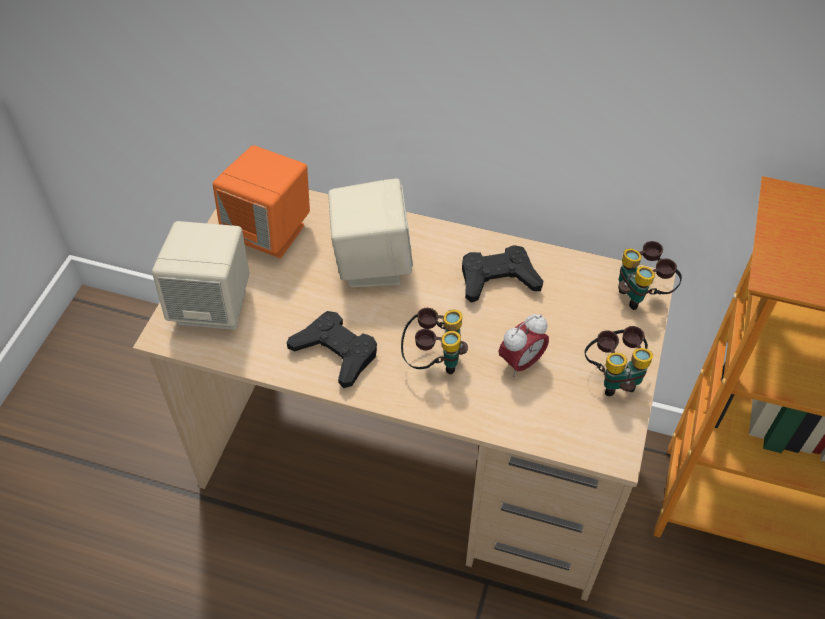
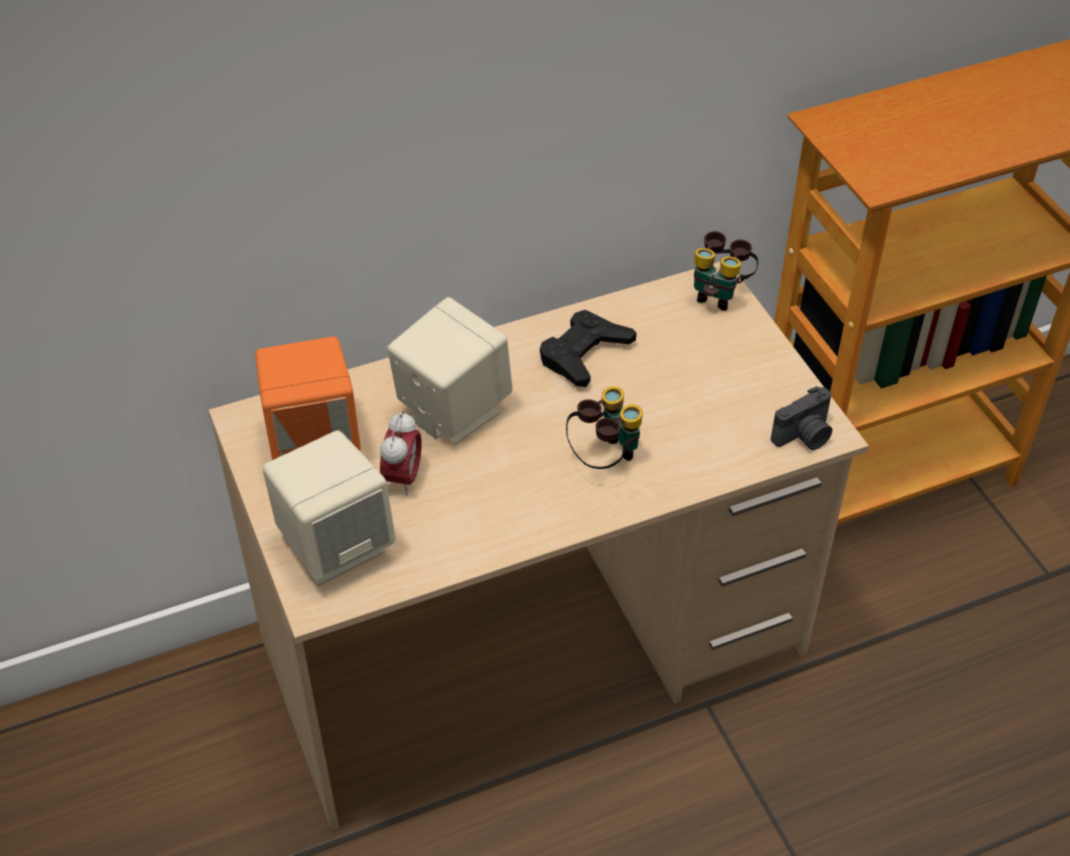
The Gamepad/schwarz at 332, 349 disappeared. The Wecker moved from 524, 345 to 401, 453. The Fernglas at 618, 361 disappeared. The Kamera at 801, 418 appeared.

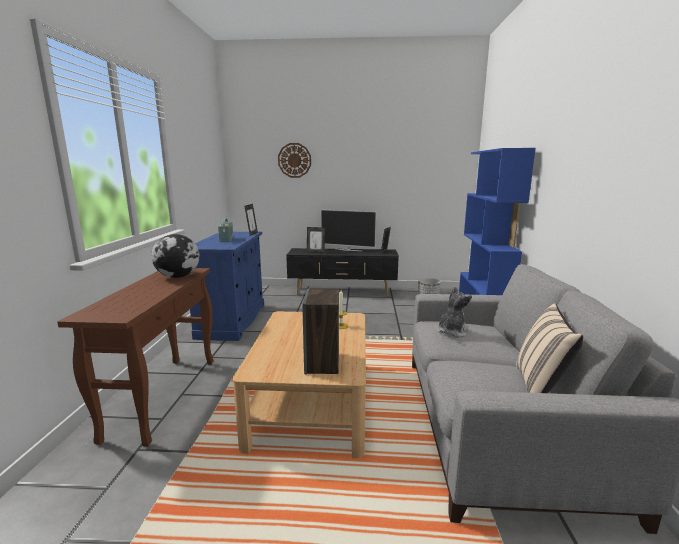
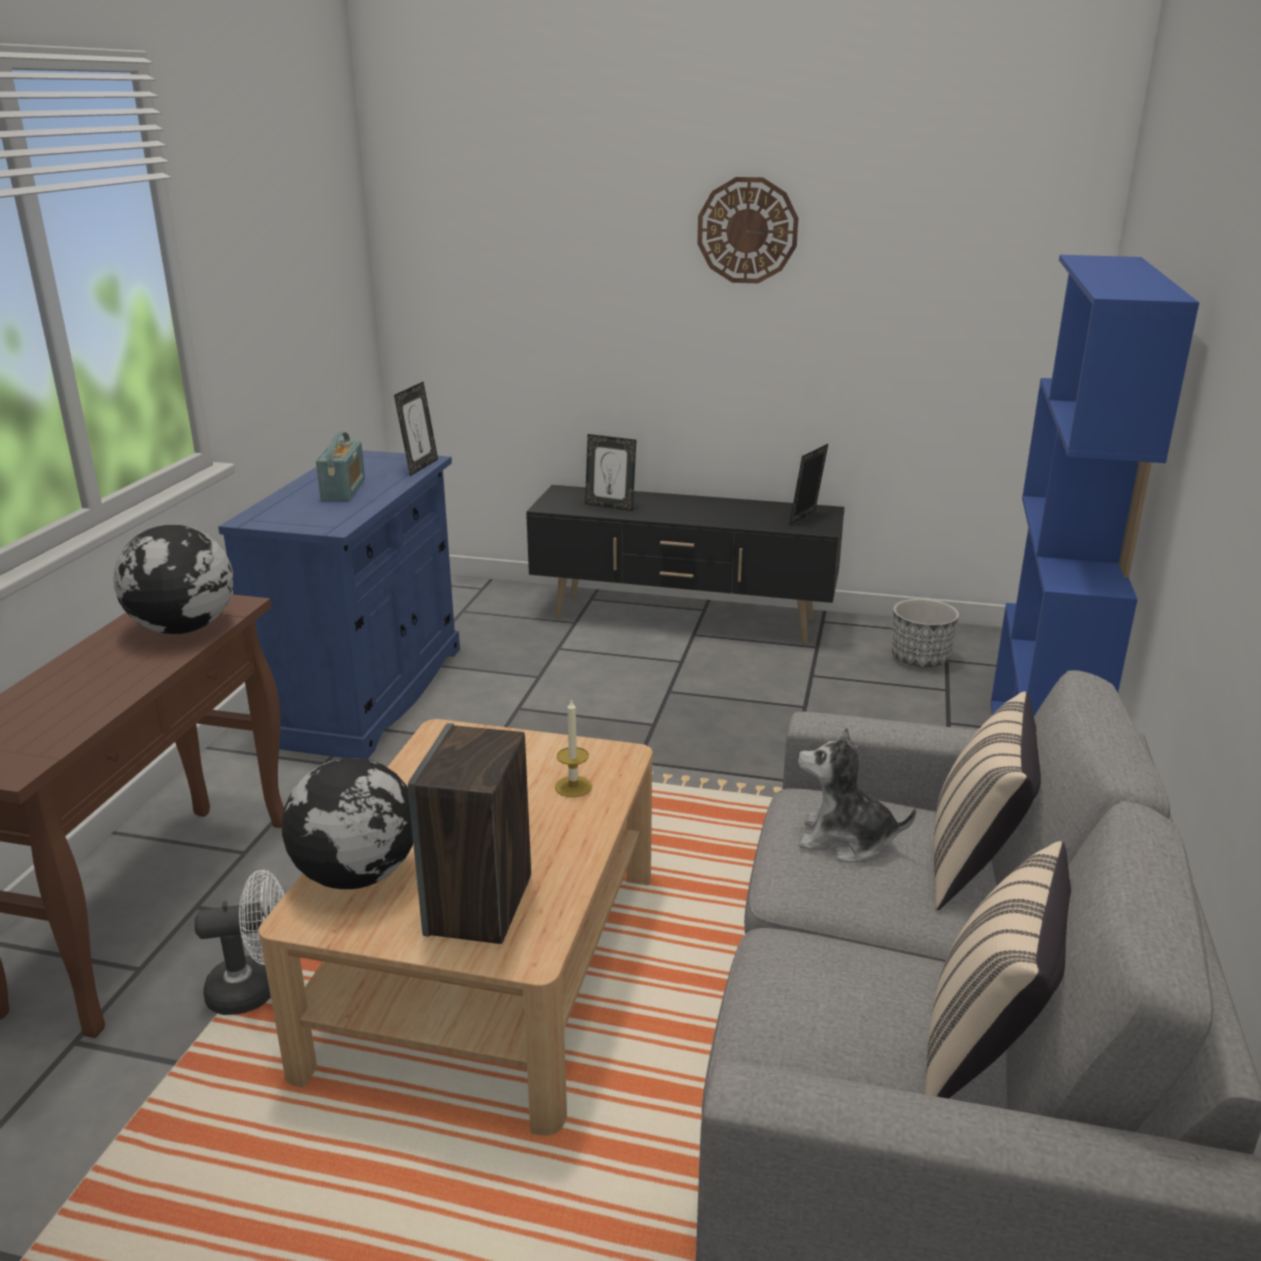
The Wanduhr moved from 294, 160 to 747, 230. The Fernseher at 348, 230 disappeared. The Plüschtier at 454, 311 turned 120 degrees counterclockwise. The Kissen/beige at 987, 801 appeared. The Globus at 347, 823 appeared. The Ventilator/weiß at 239, 942 appeared.

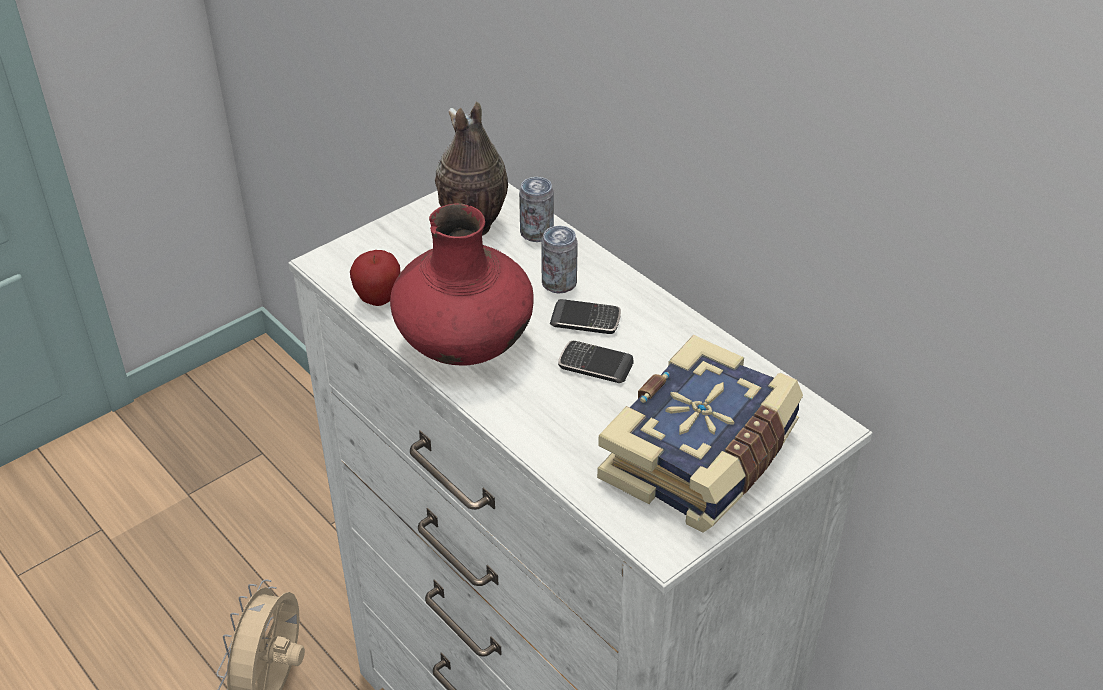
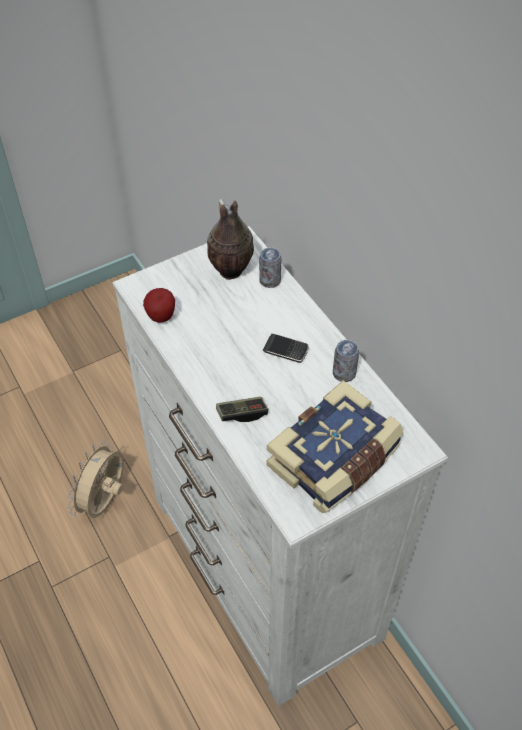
The Vase/rot at 462, 284 disappeared. The Dose moved from 559, 260 to 346, 361. The Handy at 596, 362 disappeared. The Gamepad at 242, 409 appeared.

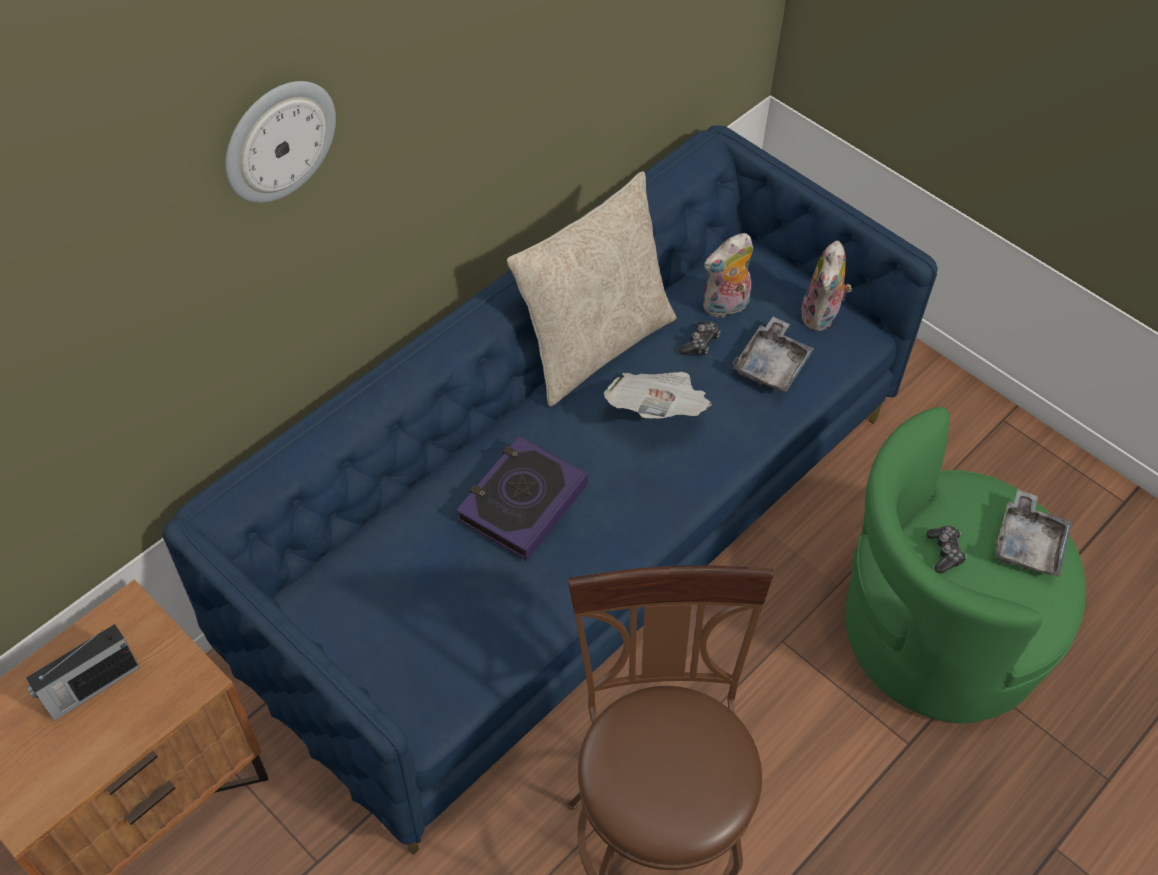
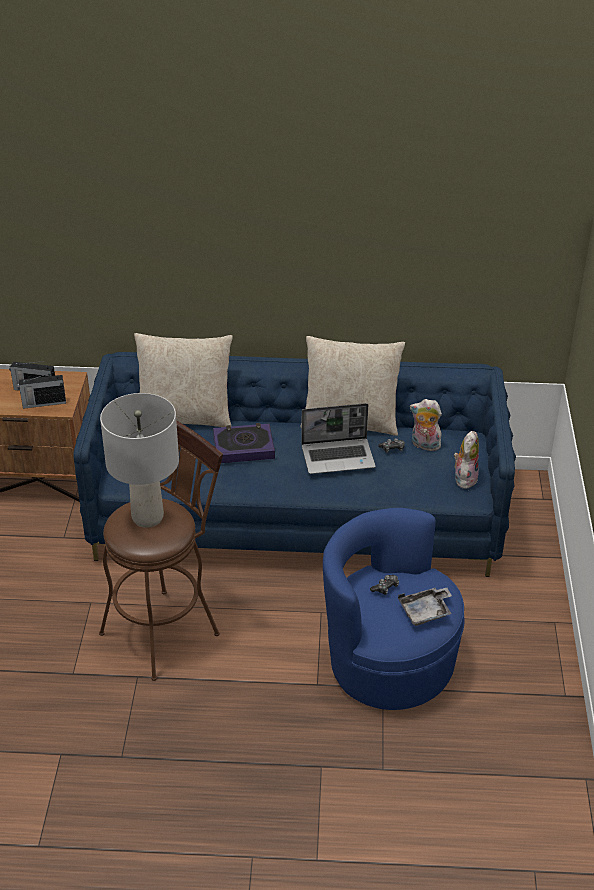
The Wanduhr at 280, 142 disappeared. The Plüschtier at 826, 286 turned 135 degrees clockwise. The Tablett/grau at 773, 354 disappeared. The Zeitung at 658, 395 was replaced by the Laptop at 338, 438. The Sessel/grün at 965, 565 became the Sessel/blau at 393, 609. The Kissen/beige at 183, 380 appeared. The Radio at 41, 390 appeared. The Tischlampe/grau at 139, 460 appeared.

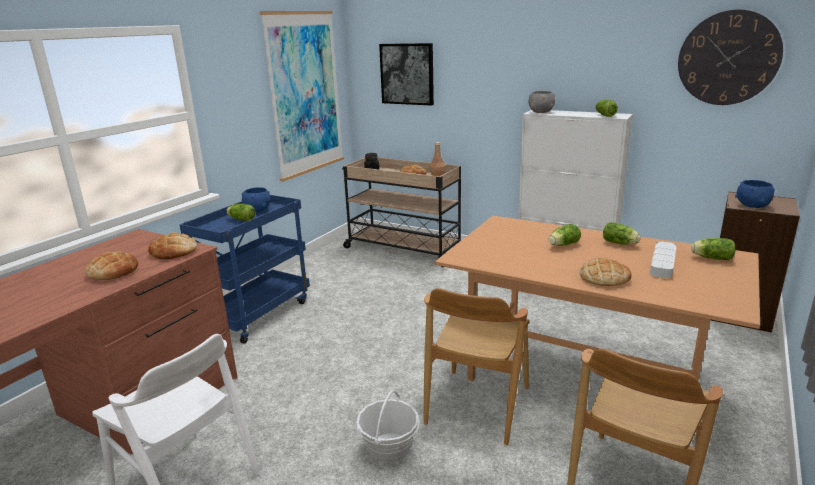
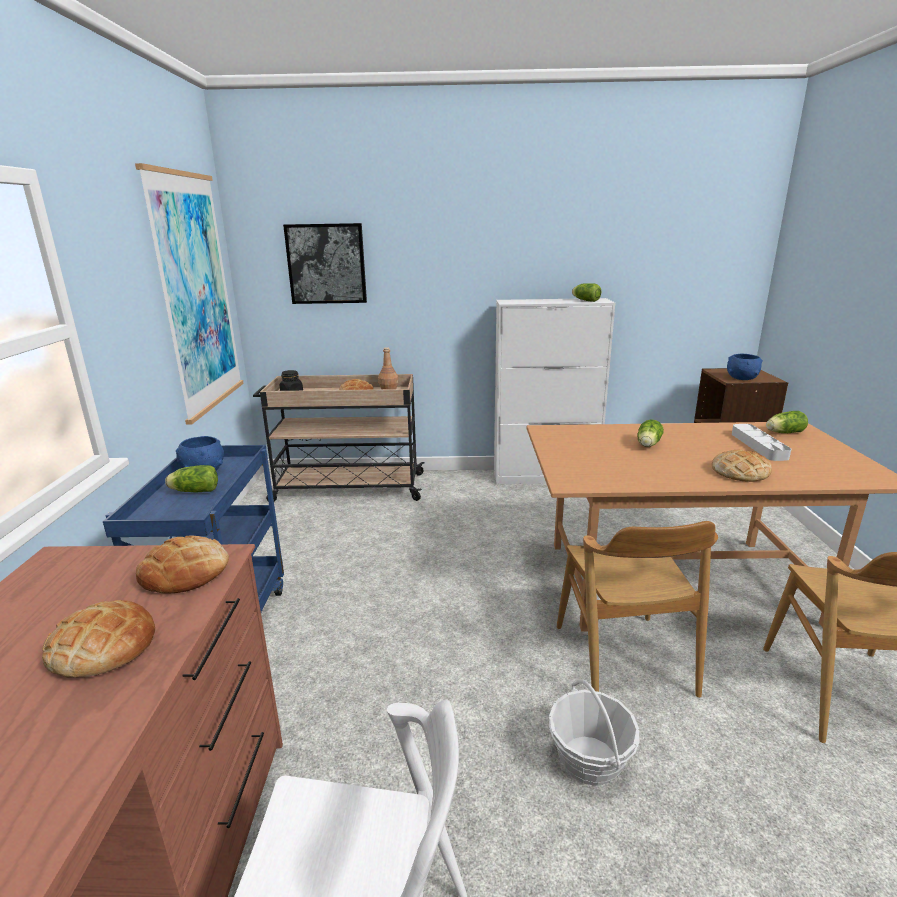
The Wanduhr at 730, 57 disappeared. The Schüssel/grau at 542, 102 disappeared. The Salatkopf at 622, 233 disappeared.

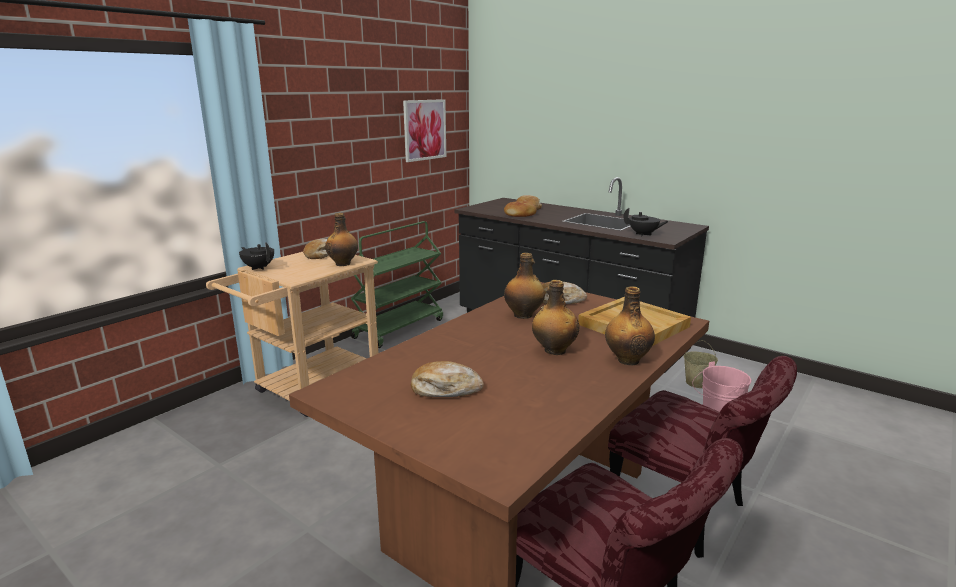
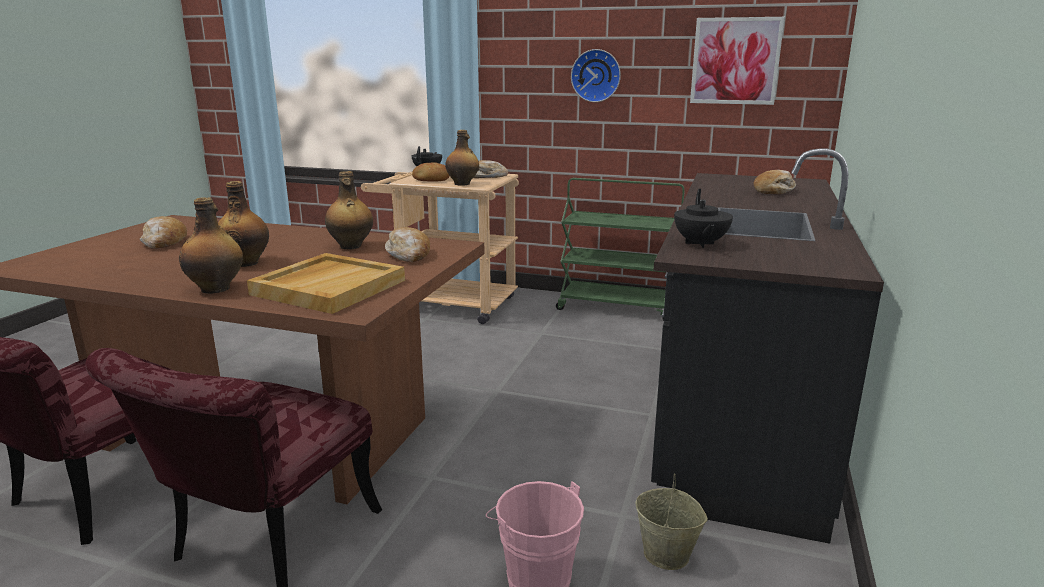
The Brot moved from 520, 209 to 431, 172. The Wanduhr at 596, 75 appeared.

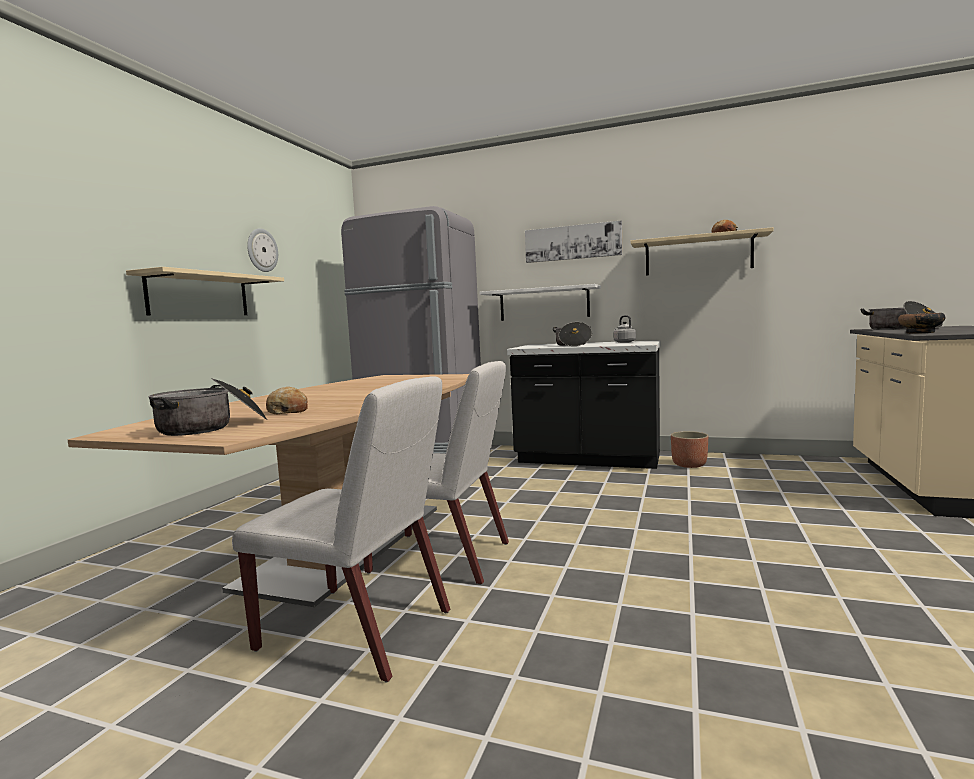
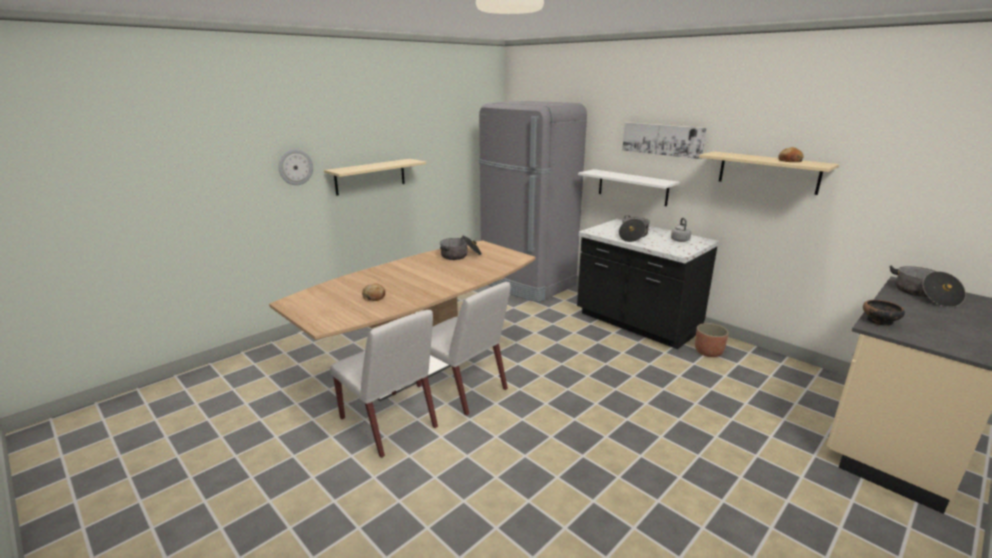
The Wanduhr moved from 262, 250 to 295, 167. The Kochtopf moved from 207, 407 to 461, 247.

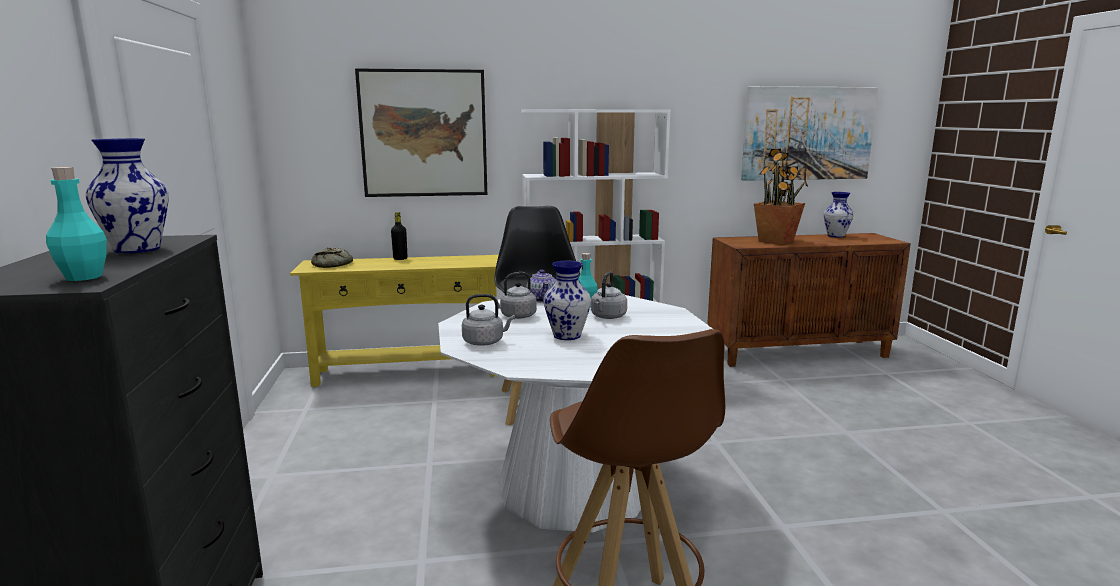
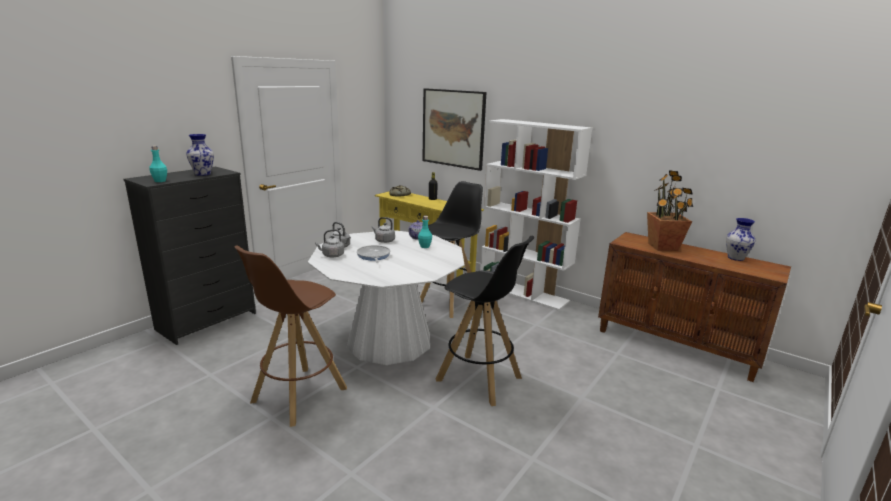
The Bild at 809, 133 disappeared. The Vase at 567, 300 was replaced by the Pfanne at 373, 254. The Wasserkessel/grau moved from 609, 295 to 329, 243. The Hocker/schwarz at 485, 321 appeared.

